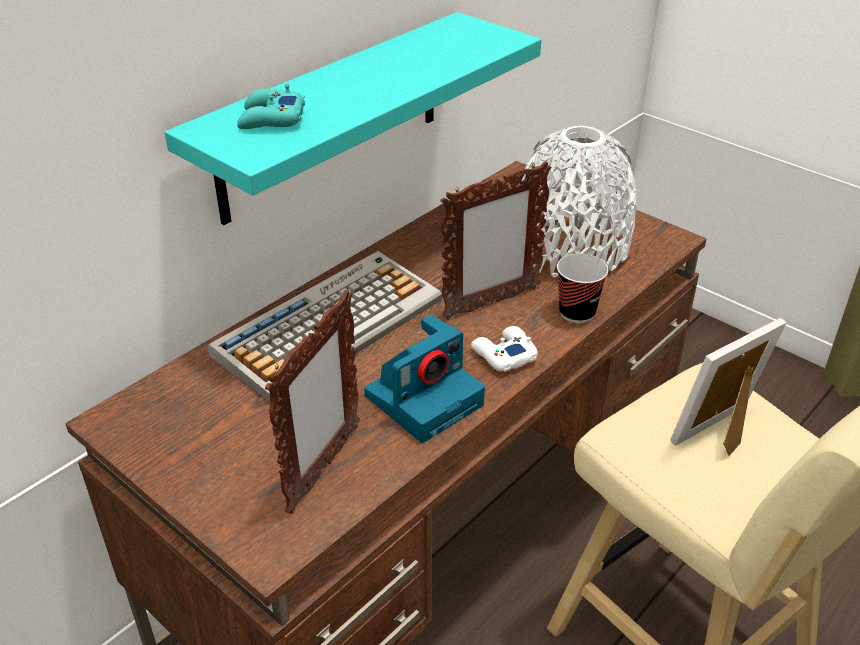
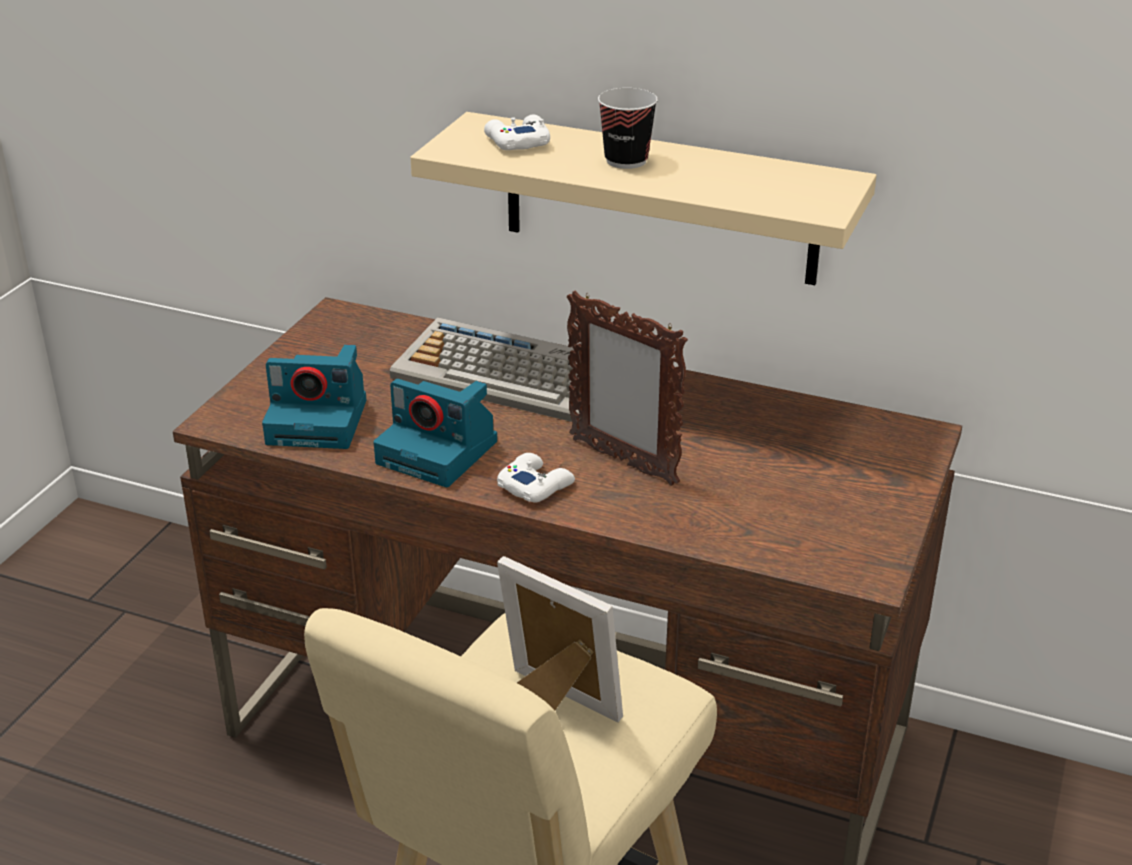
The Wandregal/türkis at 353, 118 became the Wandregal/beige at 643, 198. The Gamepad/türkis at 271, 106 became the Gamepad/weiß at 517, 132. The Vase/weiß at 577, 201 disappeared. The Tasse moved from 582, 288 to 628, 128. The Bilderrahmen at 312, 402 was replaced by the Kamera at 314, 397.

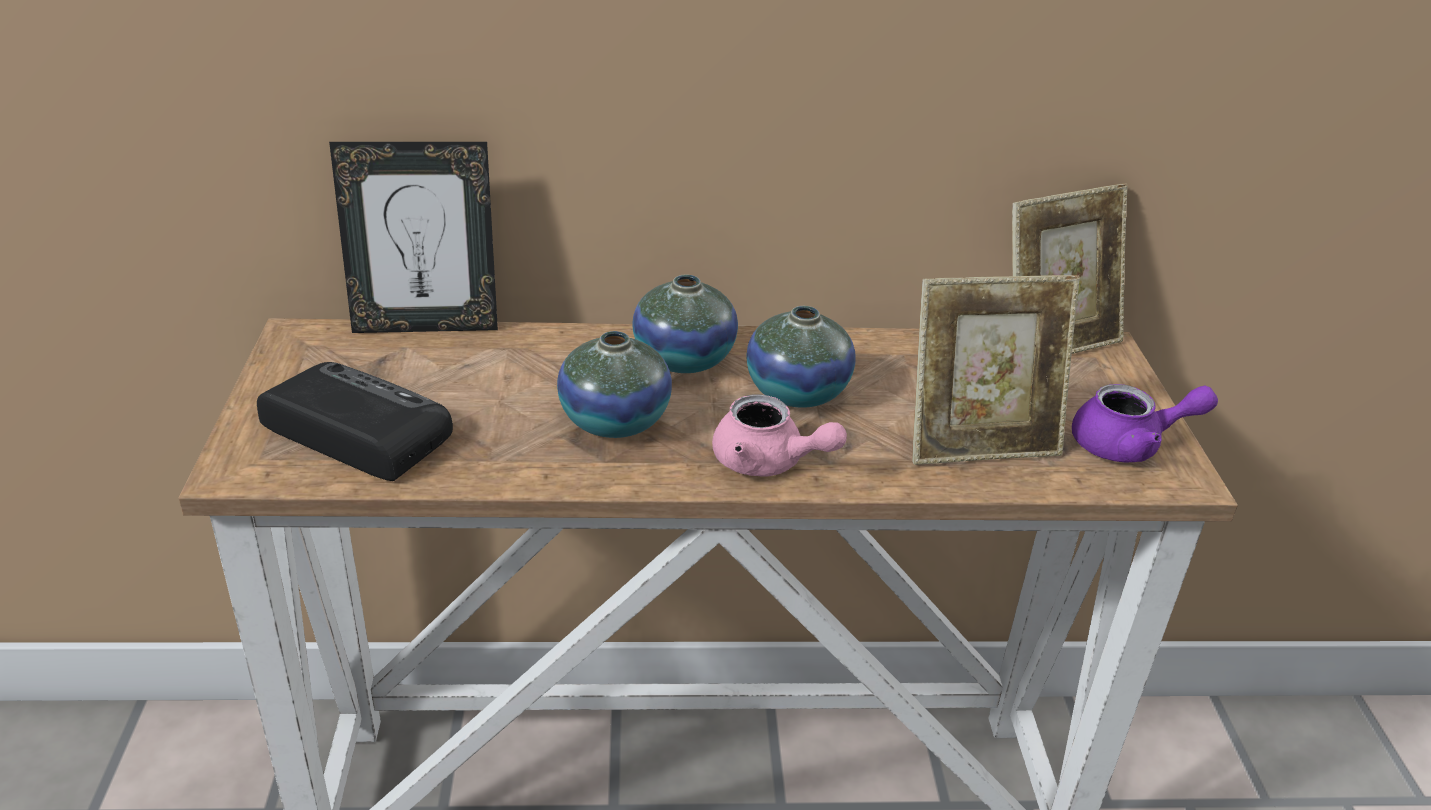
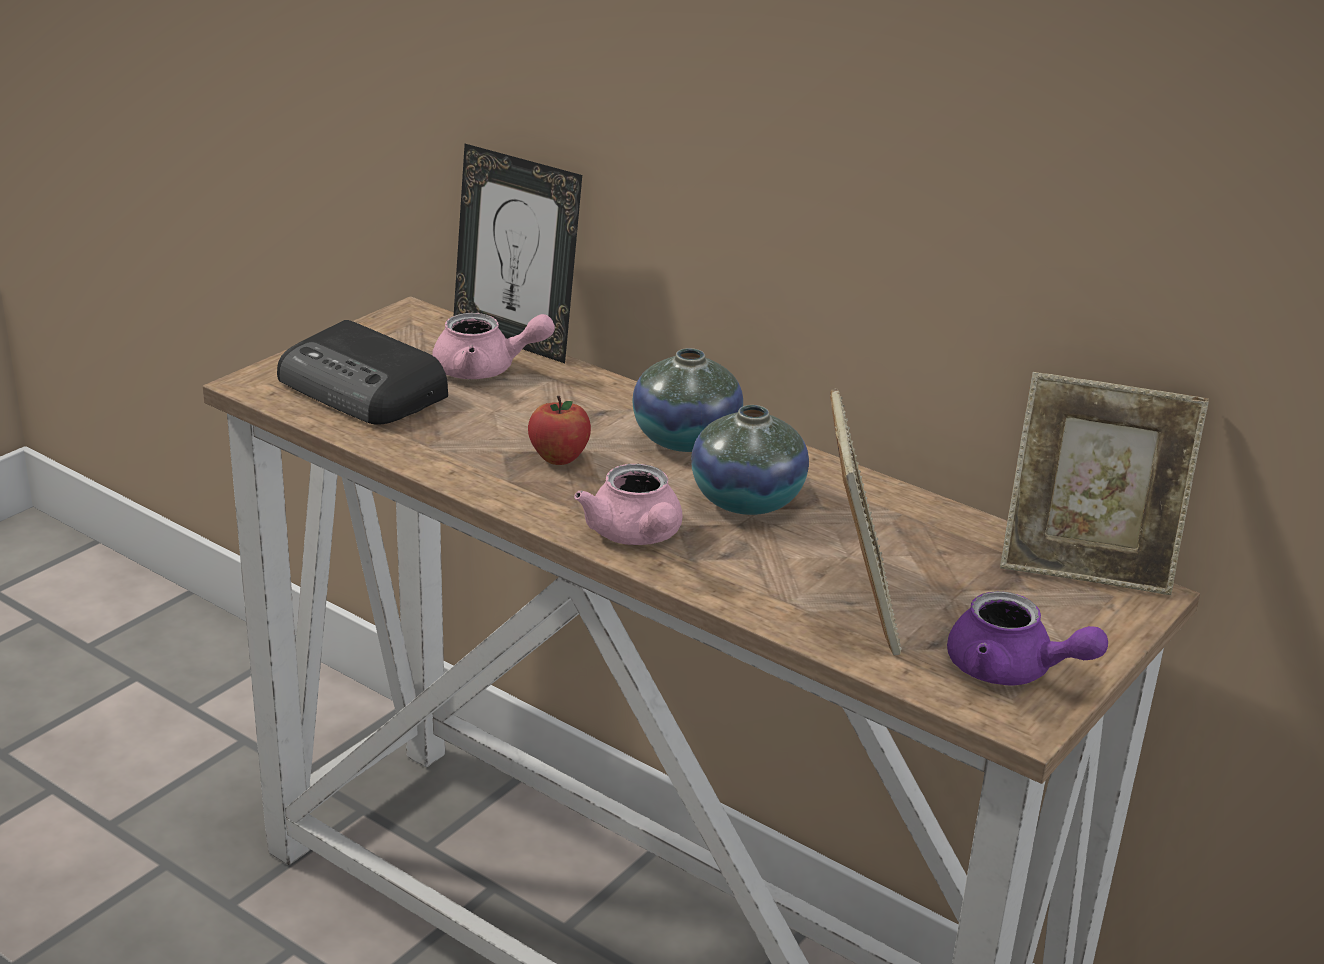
The Bilderrahmen at 996, 370 turned 120 degrees counterclockwise. The Vase at 614, 384 was replaced by the Apfel at 559, 430. The Radio at 355, 421 turned 150 degrees clockwise. The Teekanne/rosa at 493, 346 appeared.

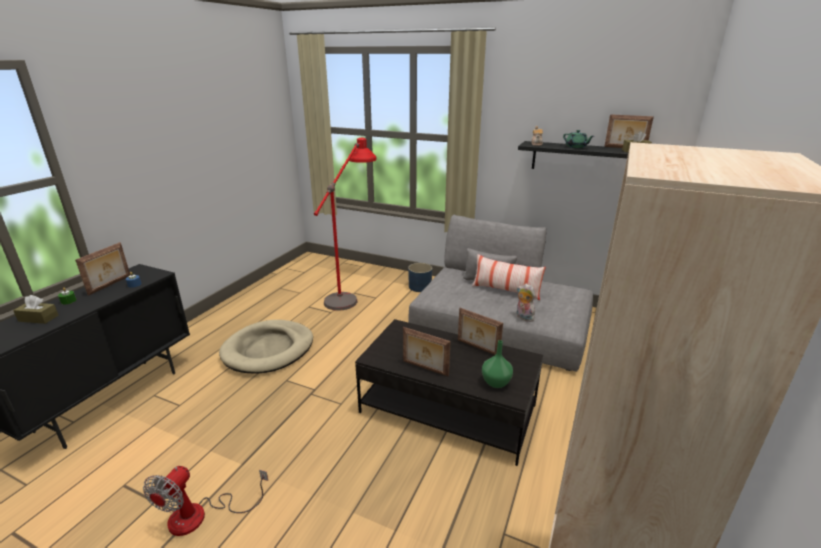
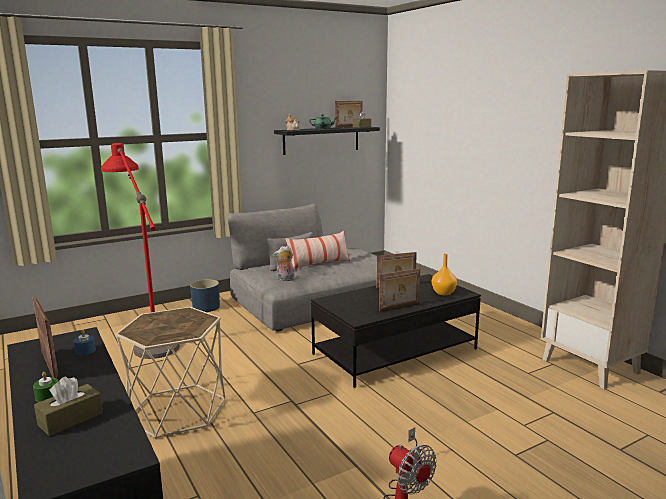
The Plüschtier moved from 526, 302 to 284, 263. The Hundebett/beige at 266, 347 was replaced by the Beistelltisch/beige at 170, 373. The Vase/grün at 497, 364 became the Vase/orange at 444, 274.

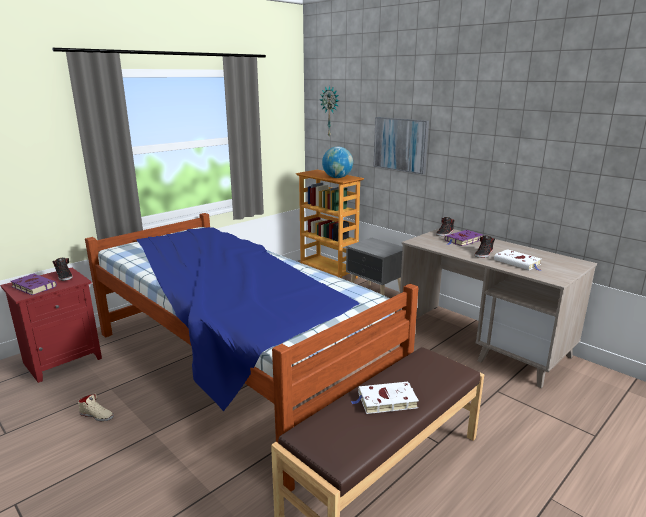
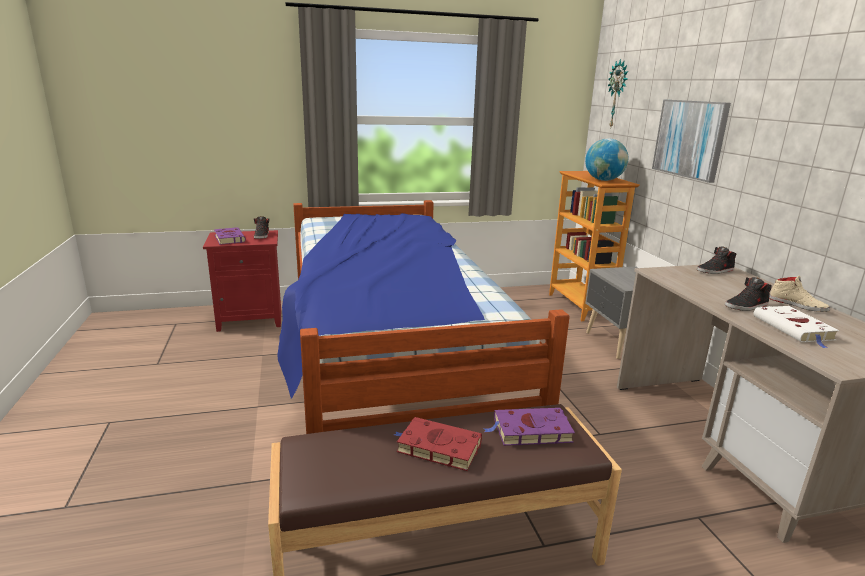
The Buch/lila moved from 464, 238 to 529, 427. The Buch/weiß at 384, 398 became the Buch/rot at 438, 444. The Schuh/beige moved from 96, 407 to 799, 294.

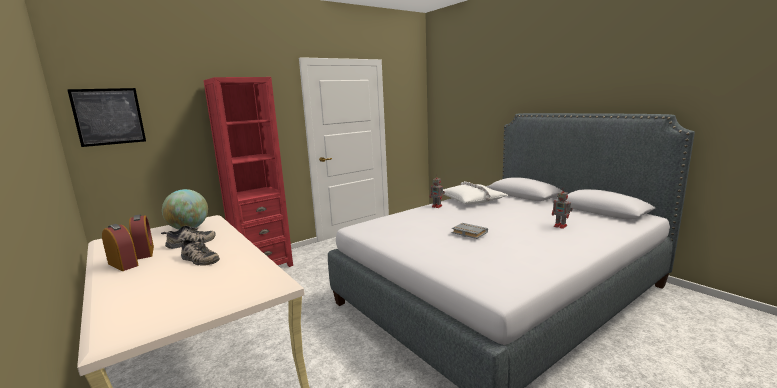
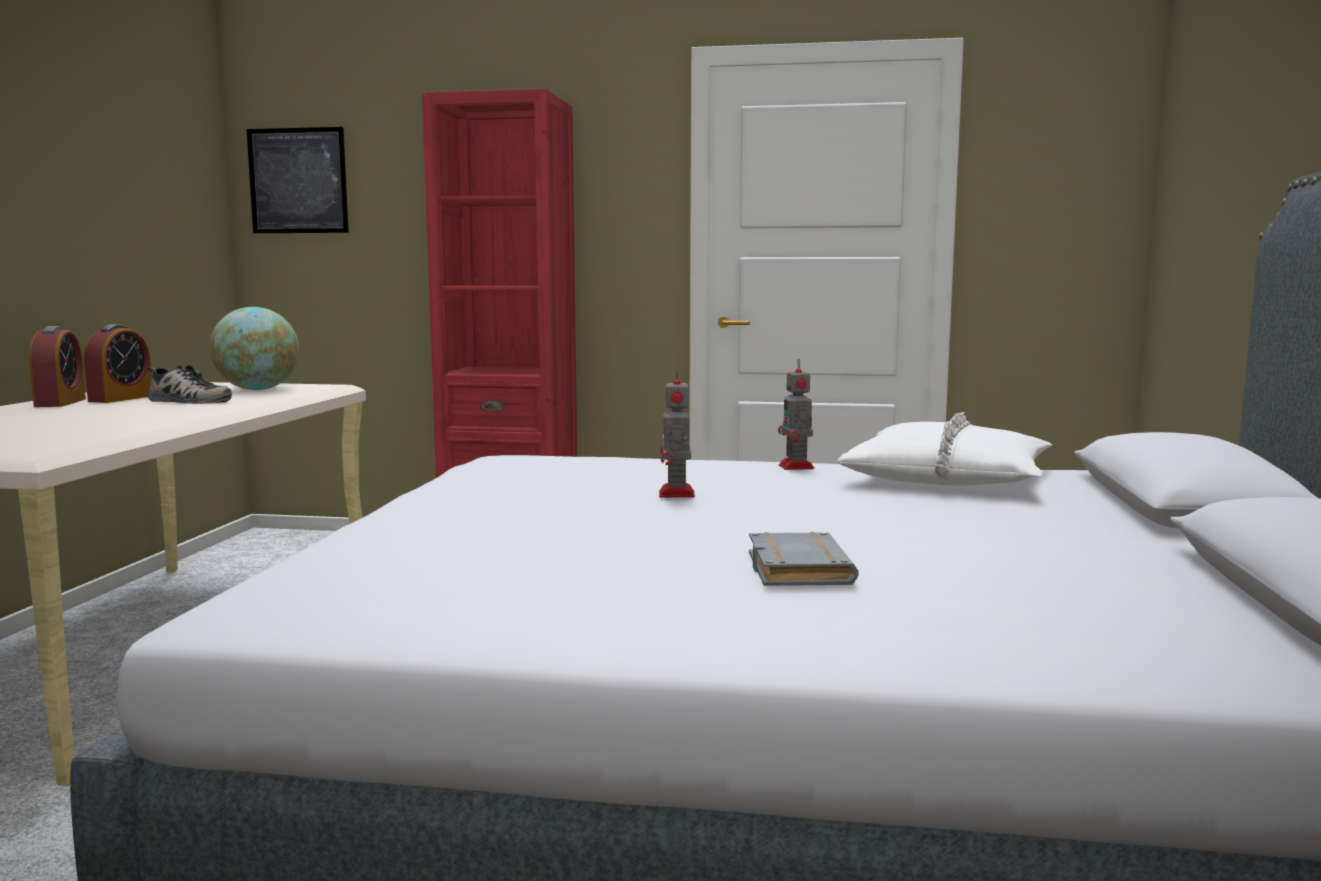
The Spielzeugroboter moved from 562, 209 to 677, 433. The Buch/grau moved from 469, 231 to 803, 559. The Schuh at 200, 252 disappeared.

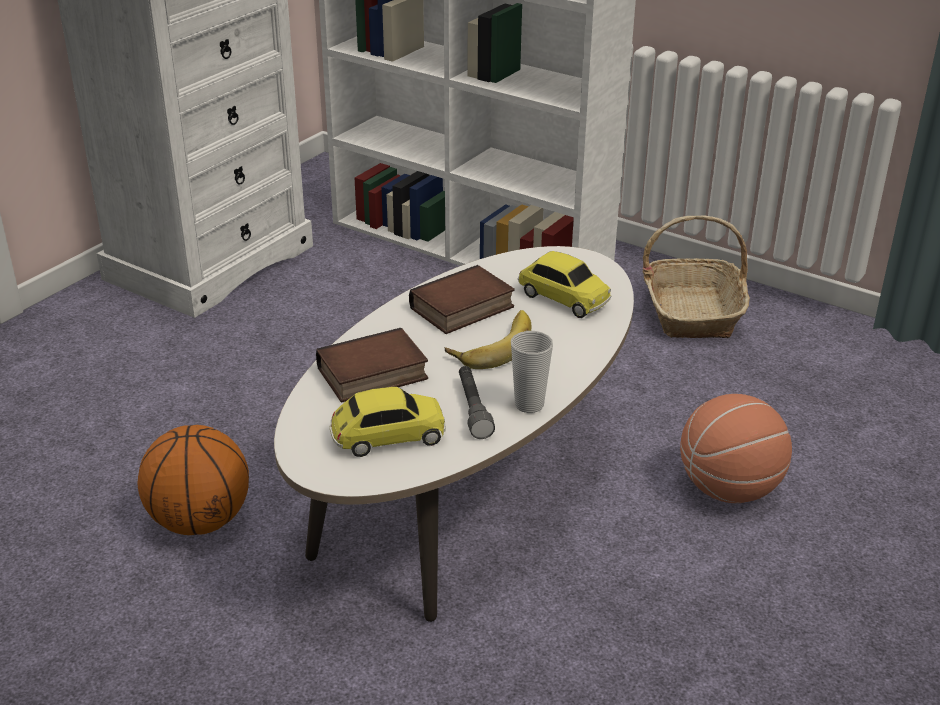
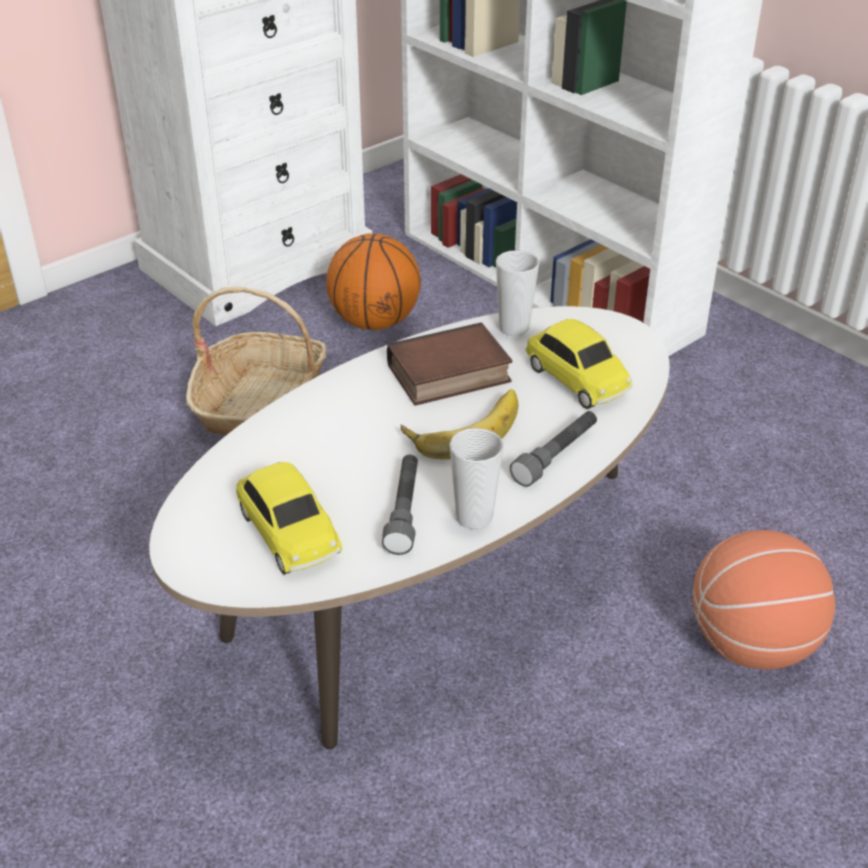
The Korb moved from 696, 276 to 256, 361. The Buch at 372, 365 disappeared. The Spielzeugauto at 388, 422 turned 60 degrees clockwise. The Basketball moved from 193, 480 to 373, 281. The Tasse at 518, 293 appeared. The Taschenlampe/grau at 553, 449 appeared.

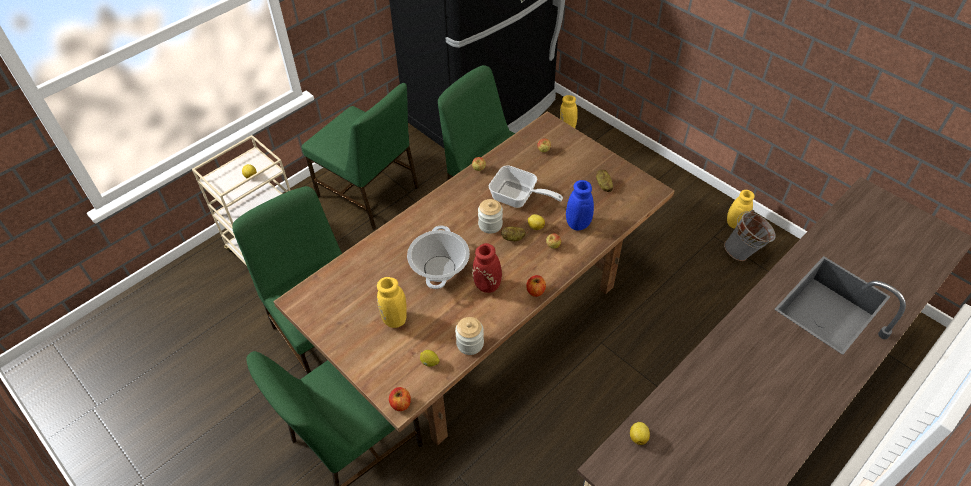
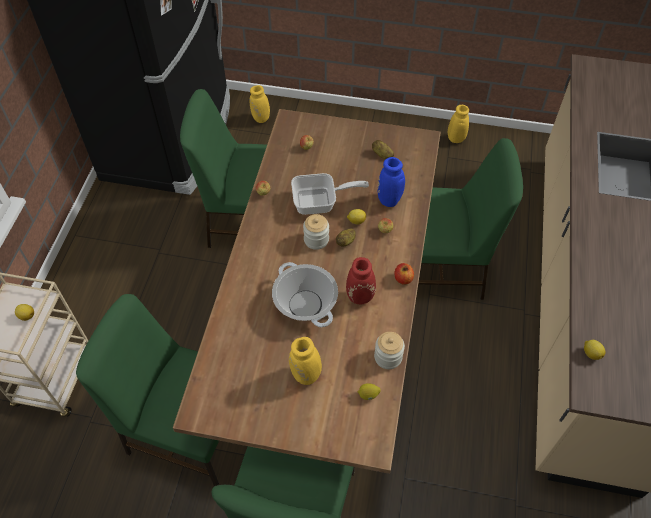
The Stuhl/grün moved from 360, 156 to 470, 219. The Eimer/grau at 750, 235 disappeared. The Apfel at 400, 399 disappeared.

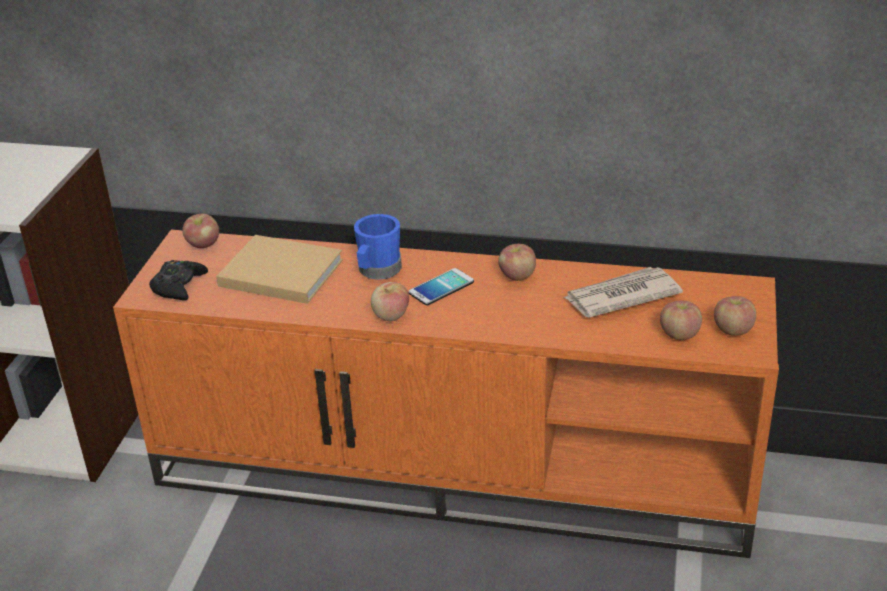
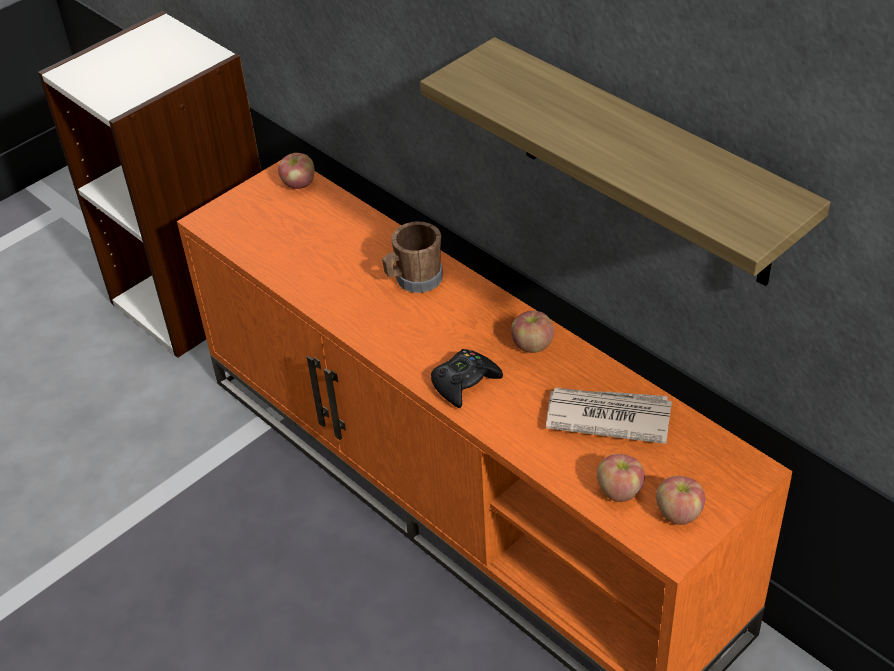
The Henkelbecher/blau at 378, 246 became the Henkelbecher/braun at 412, 257. The Buch/beige at 279, 269 disappeared. The Gamepad/schwarz moved from 178, 280 to 467, 378. The Handy at 441, 286 disappeared. The Apfel at 390, 301 disappeared. The Wandregal at 625, 161 appeared.

